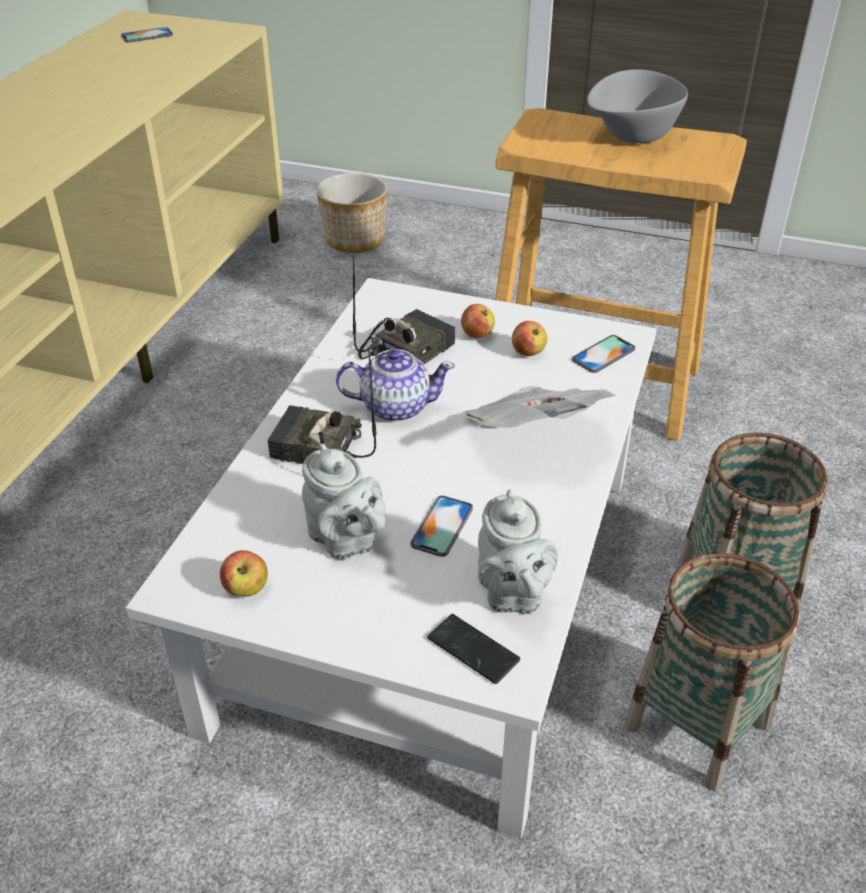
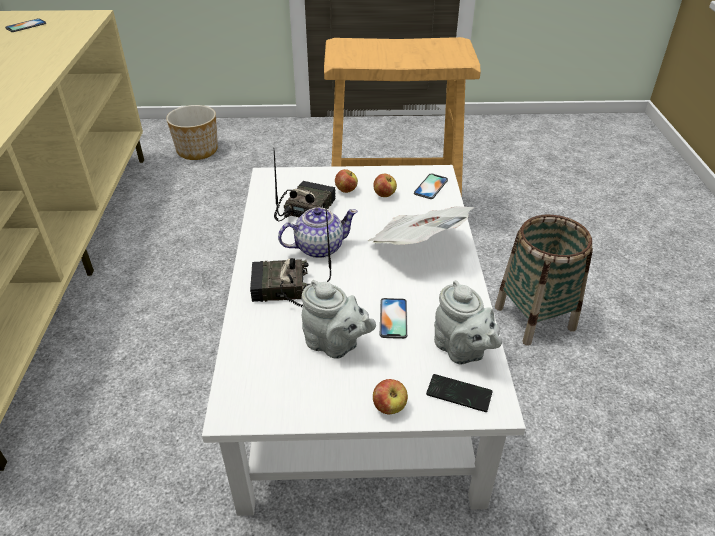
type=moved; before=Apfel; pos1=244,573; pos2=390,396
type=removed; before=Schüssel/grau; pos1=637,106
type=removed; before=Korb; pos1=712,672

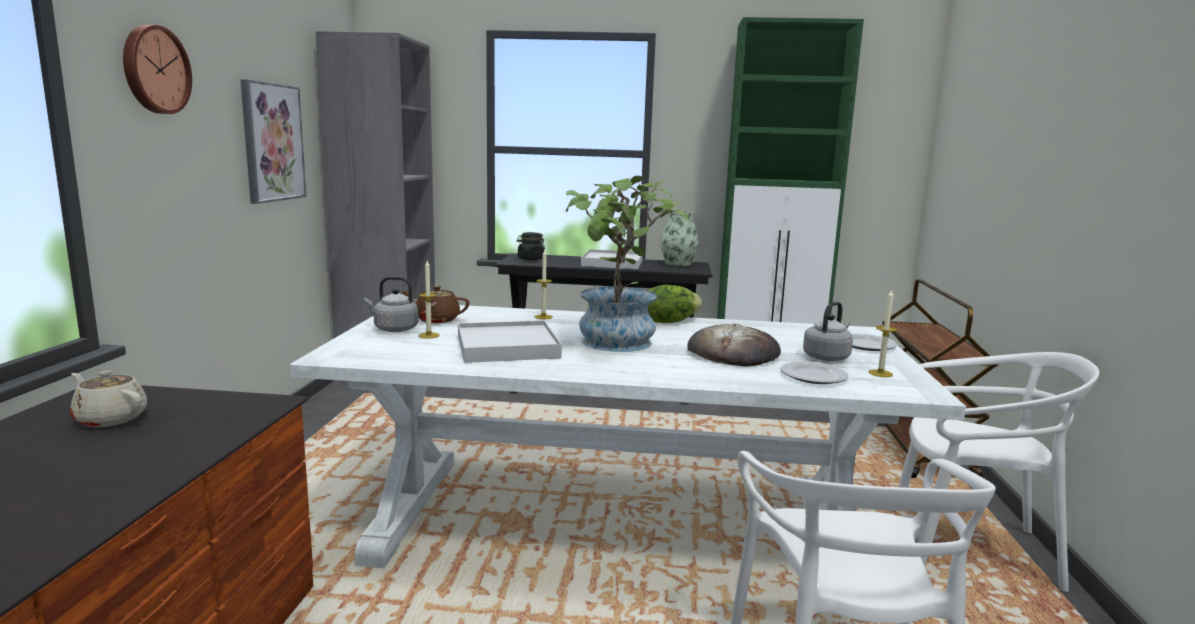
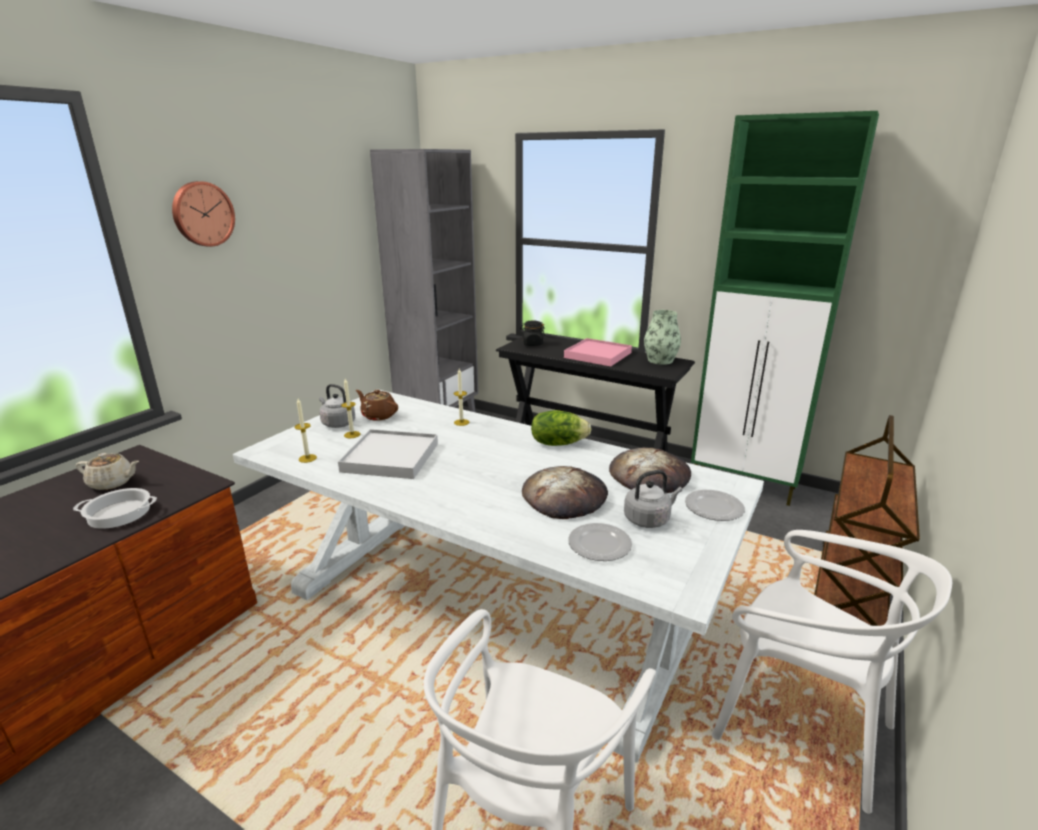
type=turned; before=Teekanne/beige; pos1=108,399; pos2=107,471; turn=135
type=removed; before=Bild; pos1=273,141
type=removed; before=Topfpflanze; pos1=627,264
type=recoloured; before=Tablett/weiß; after=Tablett/rosa; pos1=612,259; pos2=598,352
type=moved; before=Kerze; pos1=882,333; pos2=306,430
type=added; after=Kochtopf; pos2=115,508
type=added; after=Brot; pos2=650,470

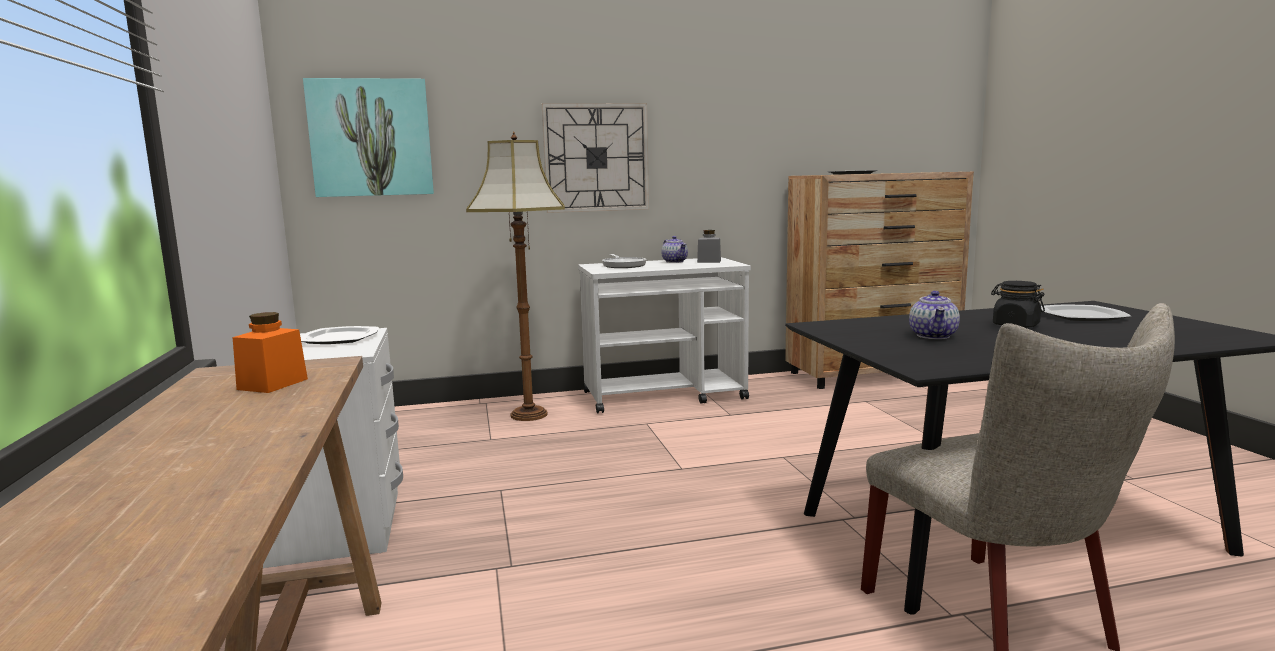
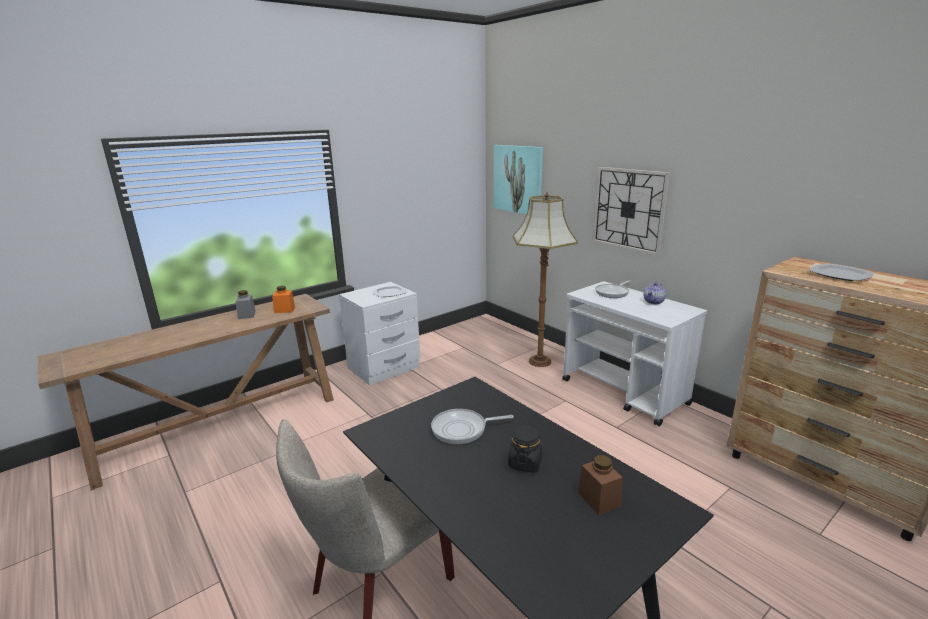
type=moved; before=Vorratsglas/grau; pos1=709,246; pos2=245,304
type=replaced; before=Teekanne; after=Pfanne; pos1=934,315; pos2=472,426
type=replaced; before=Teller; after=Vorratsglas/braun; pos1=1086,313; pos2=600,485

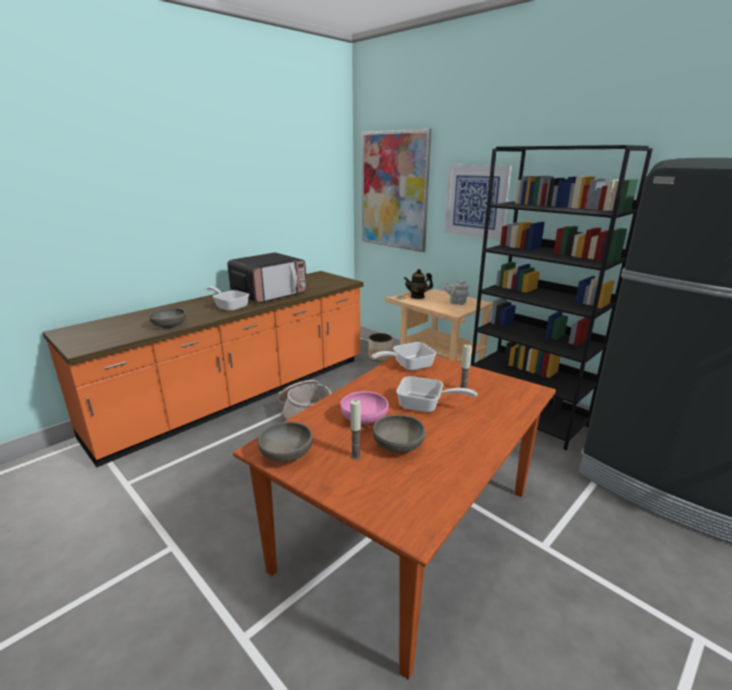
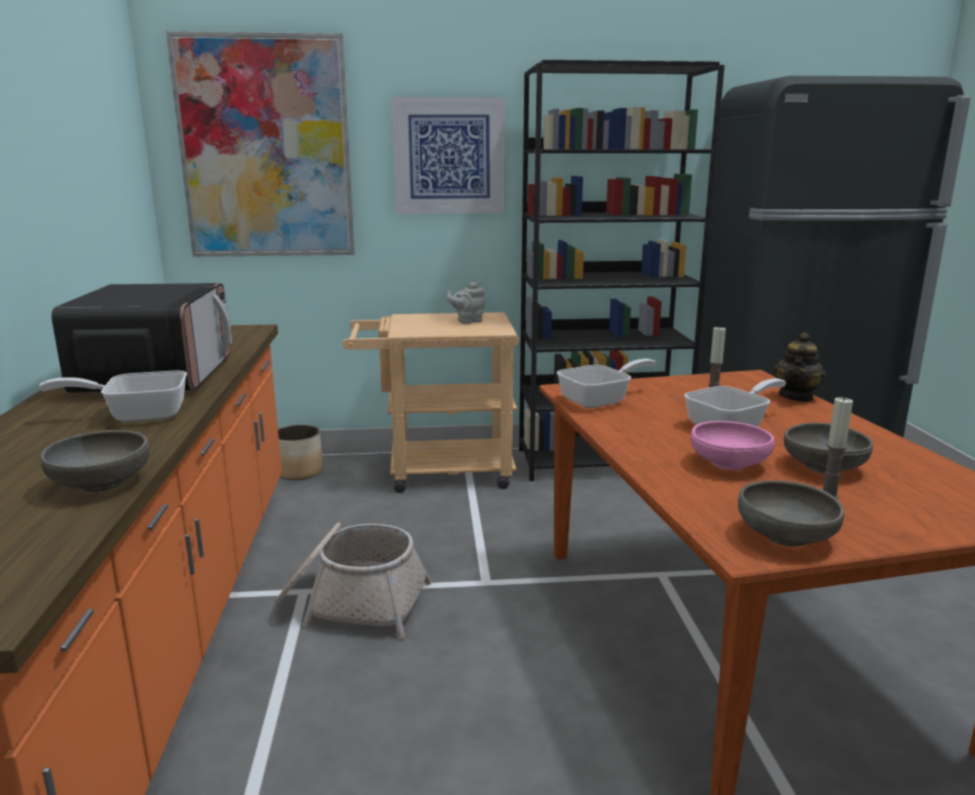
type=turned; before=Pfanne; pos1=404,356; pos2=606,383; turn=-135
type=moved; before=Teekanne; pos1=418,284; pos2=799,367

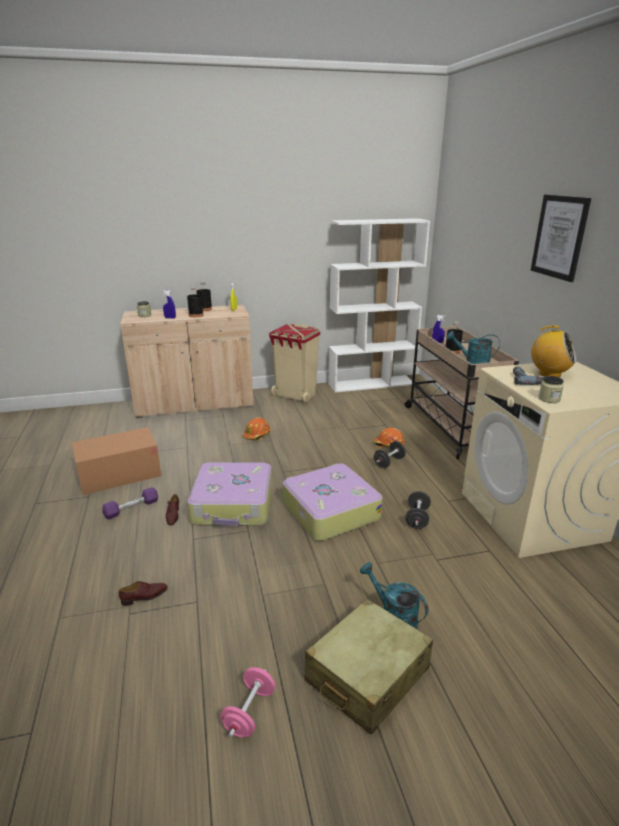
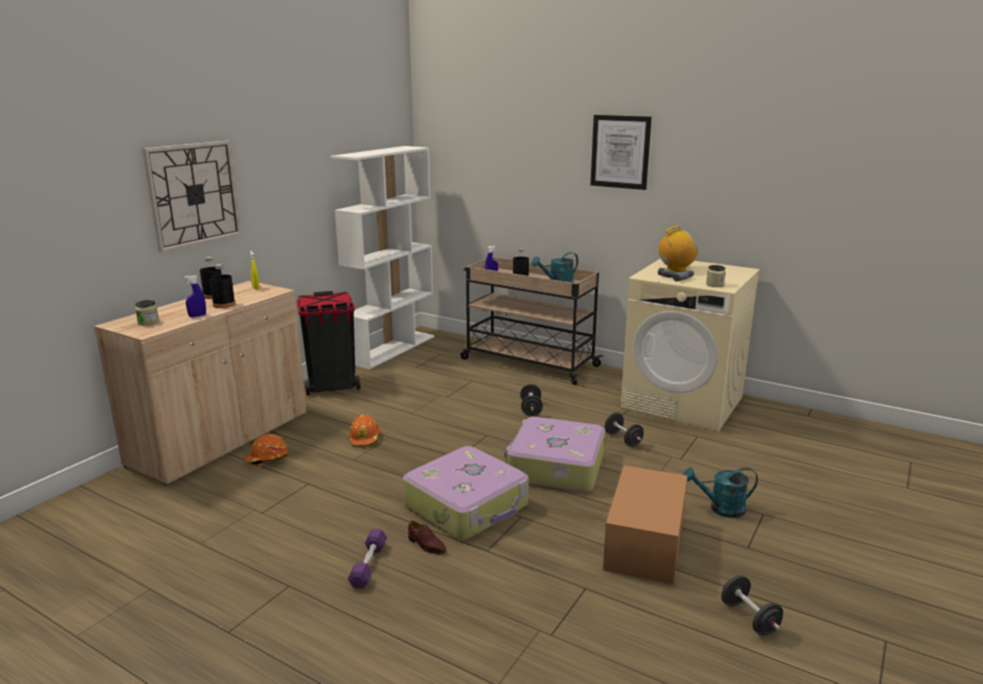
type=moved; before=Karton; pos1=117,461; pos2=645,525
type=removed; before=Schuh/braun; pos1=143,593
type=recoloured; before=Hantel/rosa; after=Hantel/schwarz; pos1=248,702; pos2=752,605
type=recoloured; before=Mülleimer/beige; after=Mülleimer/schwarz; pos1=294,363; pos2=328,343
type=removed; before=Koffer/beige; pos1=369,666
type=moved; before=Schutzhelm/orange; pos1=389,437; pos2=266,450
type=added; after=Wanduhr; pos2=192,197

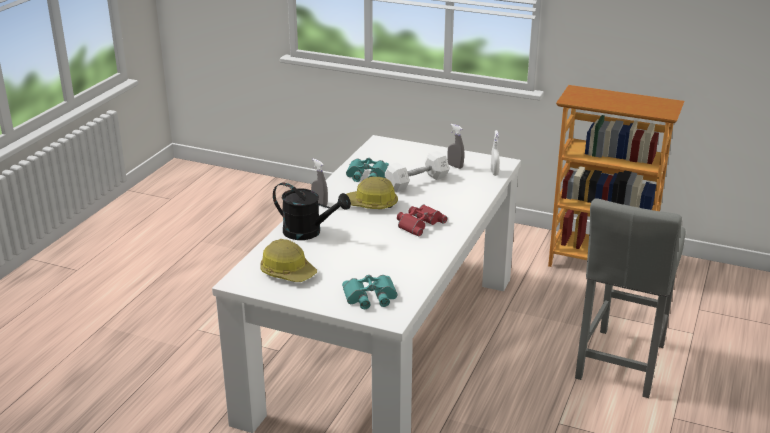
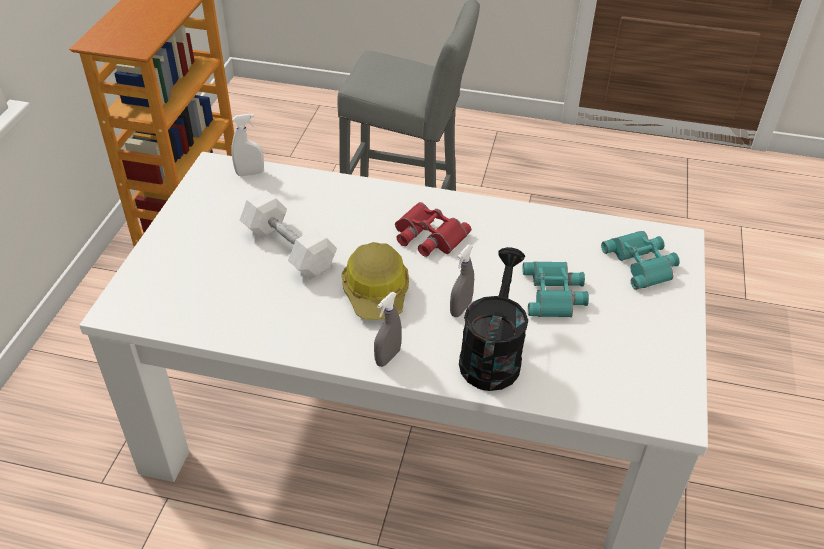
type=removed; before=Schutzhelm; pos1=288,260
type=moved; before=Fernglas/türkis; pos1=367,170; pos2=555,289
type=moved; before=Sprühflasche/grau; pos1=455,146; pos2=462,280

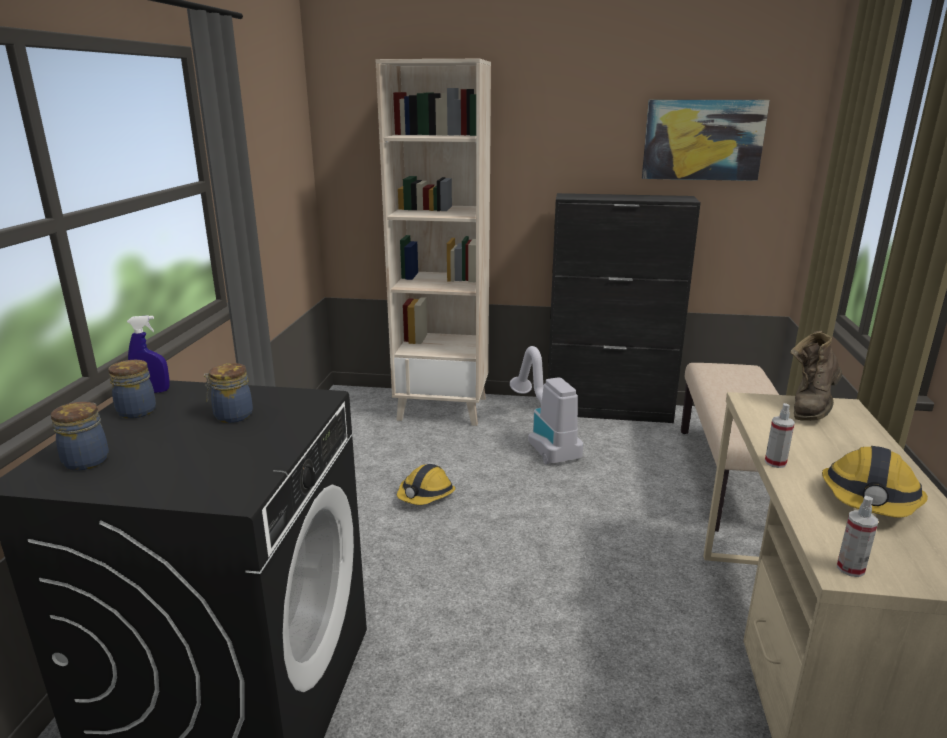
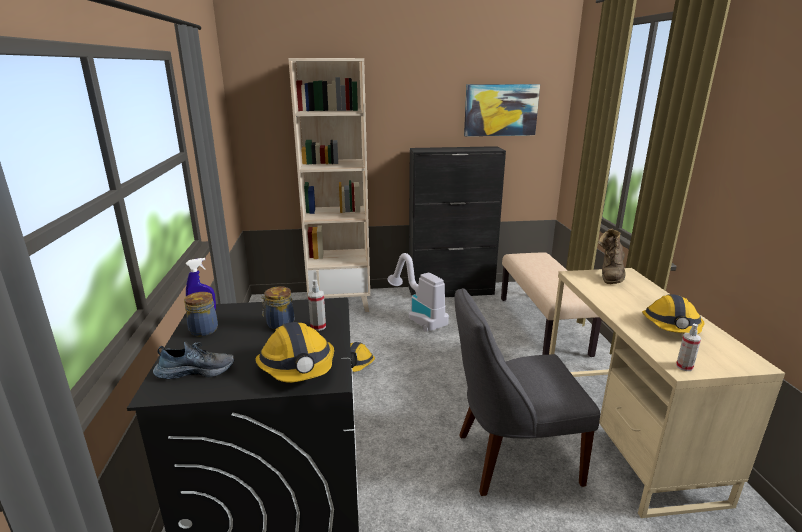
type=replaced; before=Vorratsglas; after=Schuh; pos1=80,436; pos2=194,360
type=moved; before=Sprühflasche; pos1=780,435; pos2=317,305
type=added; after=Schutzhelm; pos2=294,352
type=added; after=Stuhl/grau; pos2=527,392

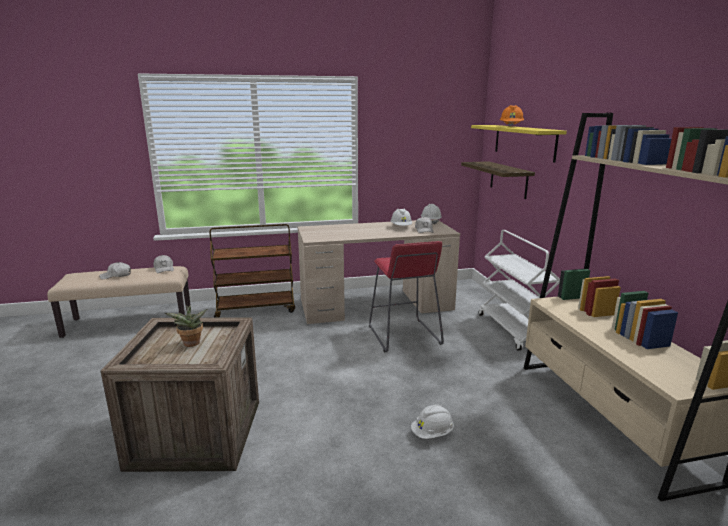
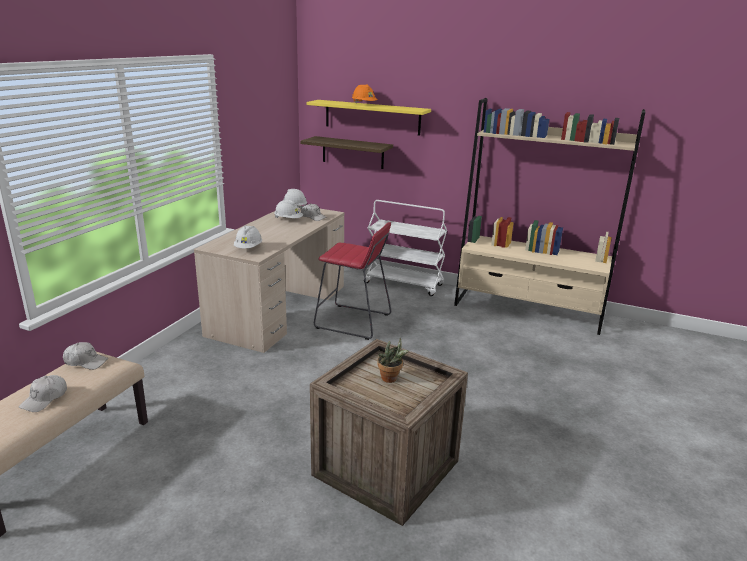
type=removed; before=Rollwagen/braun; pos1=252,271
type=moved; before=Schutzhelm/weiß; pos1=432,421; pos2=248,236

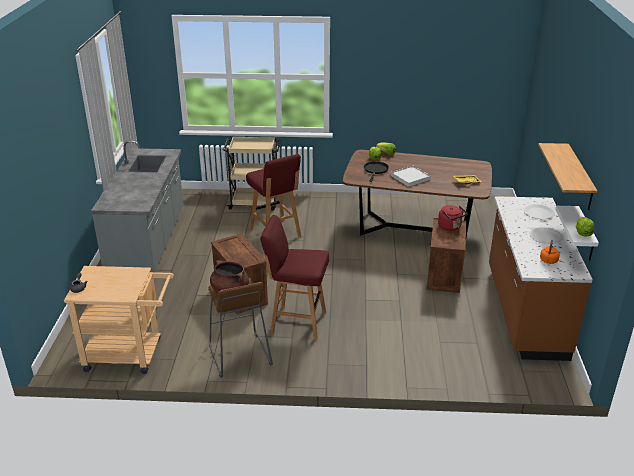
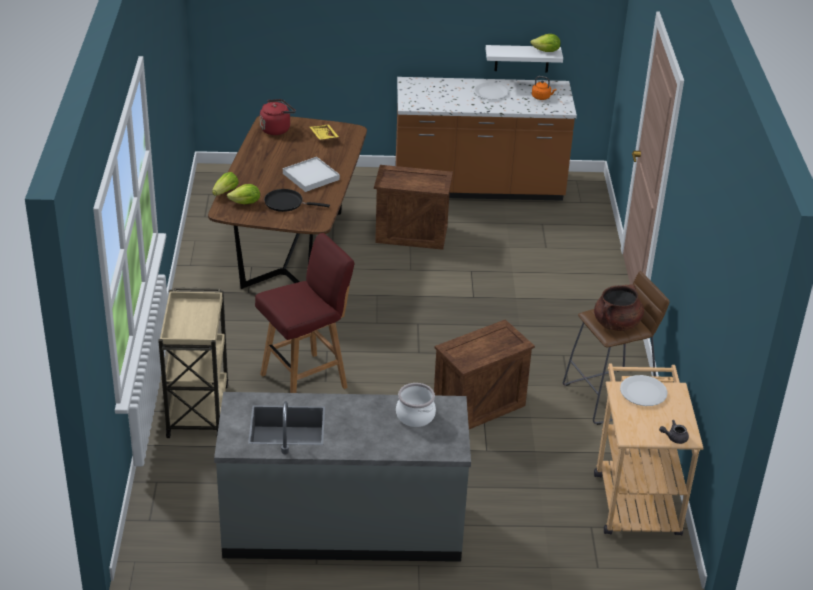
type=removed; before=Hocker/rot; pos1=294,278
type=moved; before=Wasserkessel/rot; pos1=453,218; pos2=278,117
type=moved; before=Teller/weiß; pos1=539,211; pos2=644,390
type=removed; before=Wandregal; pos1=567,176
type=added; after=Kochtopf; pos2=416,405

